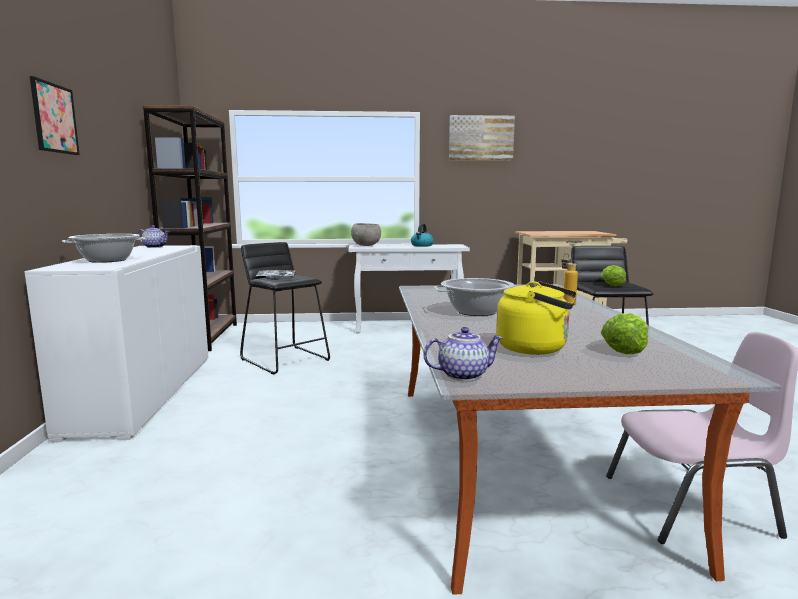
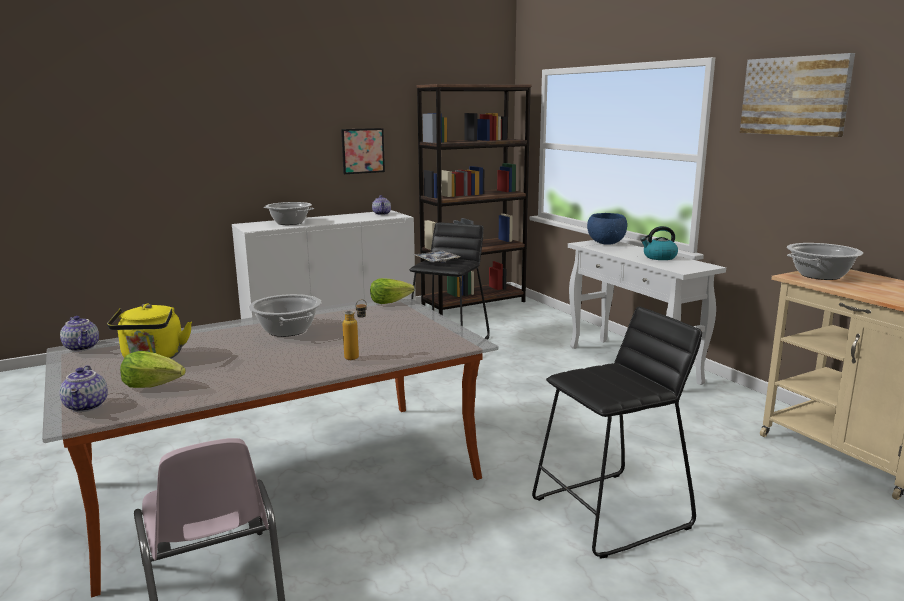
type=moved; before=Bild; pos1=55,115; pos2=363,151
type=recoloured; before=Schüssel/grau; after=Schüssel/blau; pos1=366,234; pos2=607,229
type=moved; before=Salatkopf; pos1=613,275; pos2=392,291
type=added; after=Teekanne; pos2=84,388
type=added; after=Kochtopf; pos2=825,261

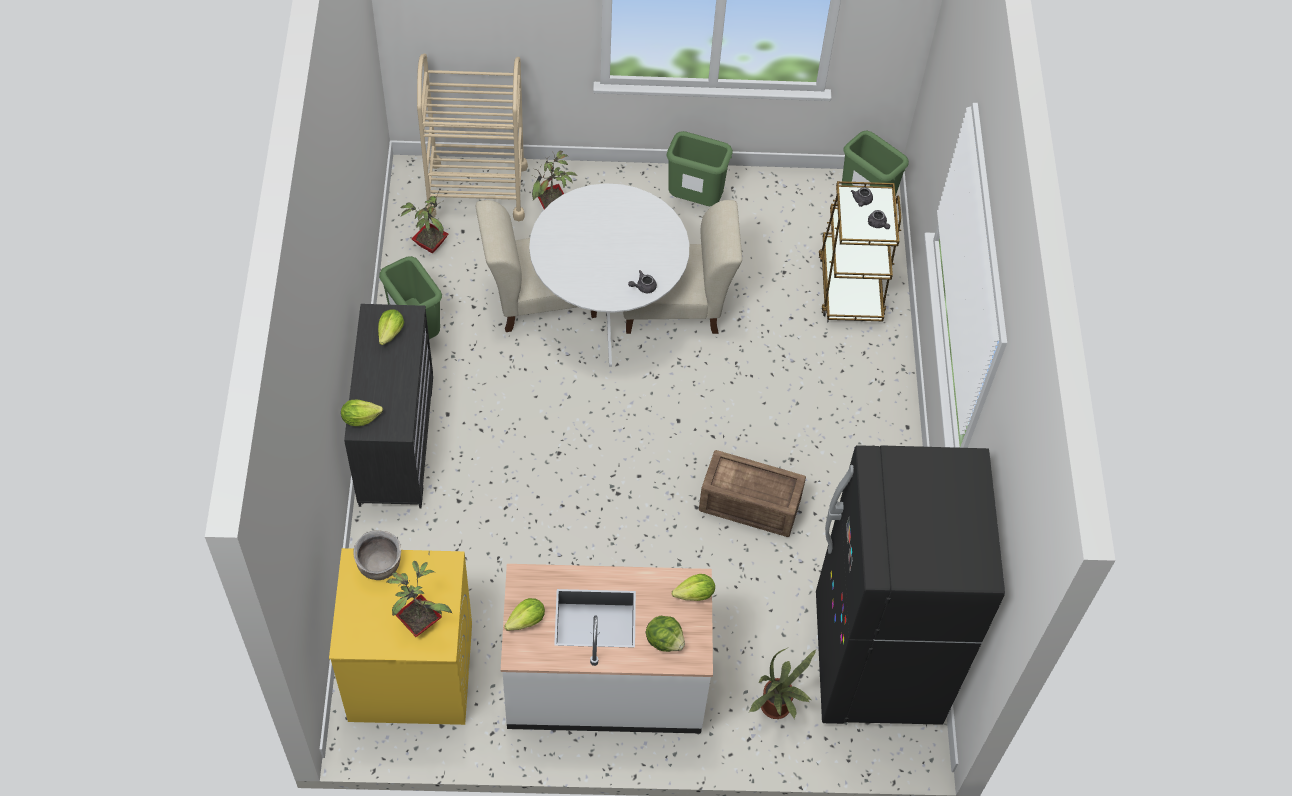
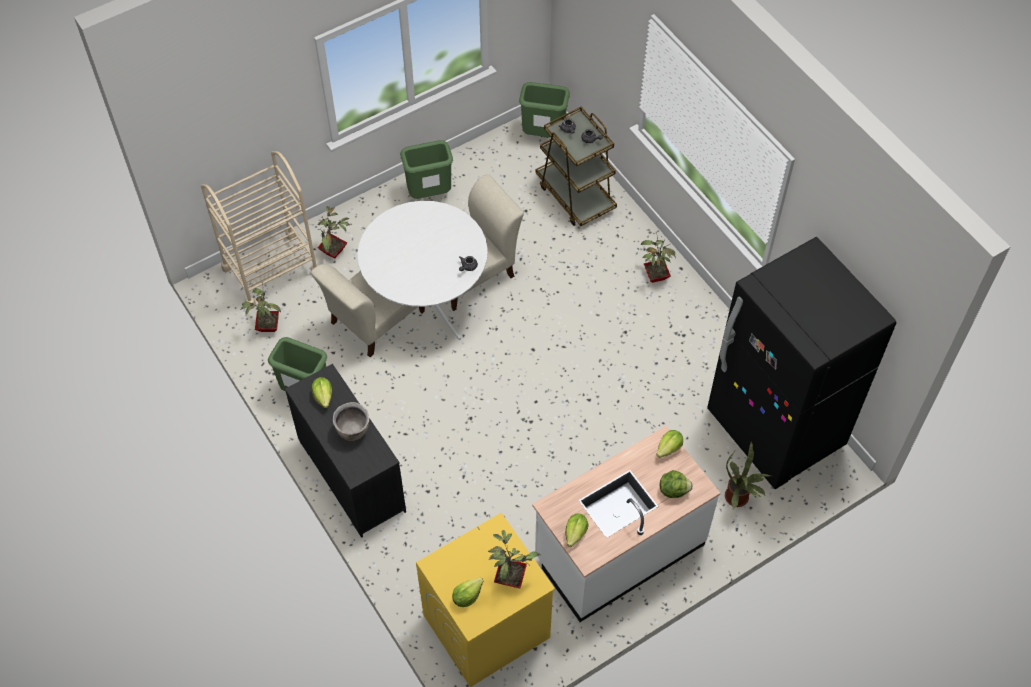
type=moved; before=Salatkopf; pos1=362,413; pos2=468,592
type=moved; before=Kochtopf/braun; pos1=377,555; pos2=351,421
type=removed; before=Kiste; pos1=752,493
type=added; after=Topfpflanze; pos2=658,257

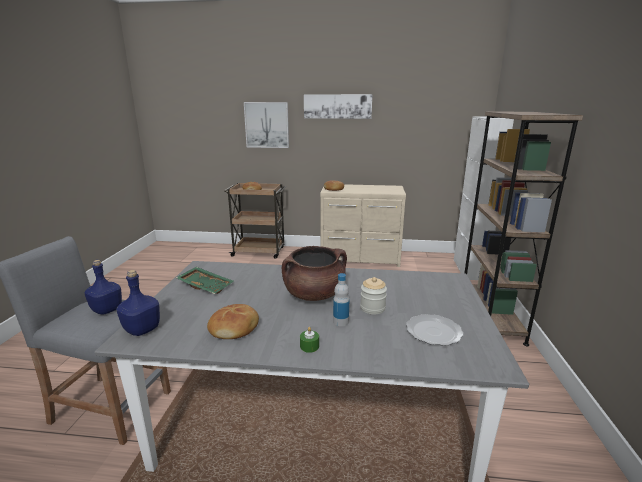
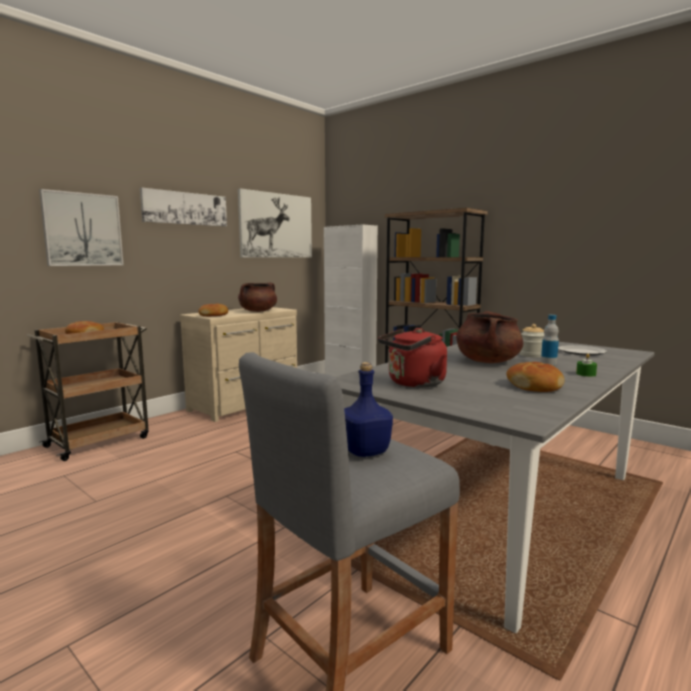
type=removed; before=Flasche/blau; pos1=138,303
type=replaced; before=Tablett/grün; after=Wasserkessel/rot; pos1=204,280; pos2=412,358
type=added; after=Bild; pos2=275,222
type=added; after=Kochtopf/braun; pos2=257,297

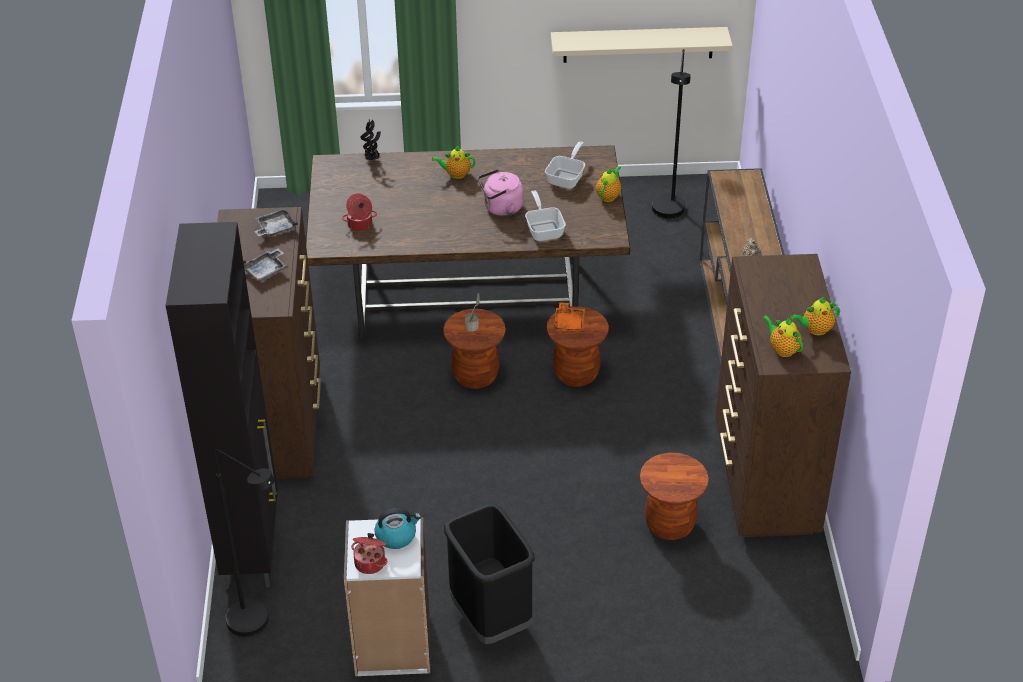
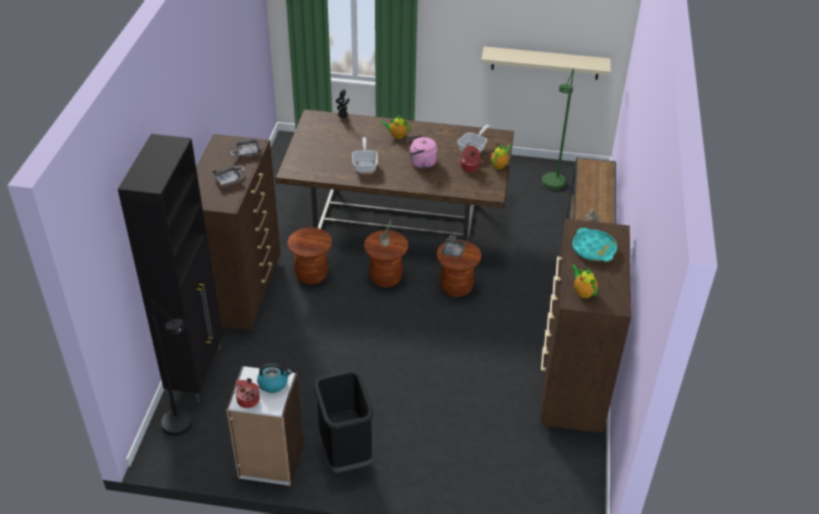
type=moved; before=Kochtopf; pos1=359,212; pos2=470,159
type=moved; before=Pfanne; pos1=545,216; pos2=365,154
type=recoloured; before=Tablett/orange; after=Tablett/grau; pos1=569,317; pos2=454,246
type=moved; before=Hocker/braun; pos1=674,496; pos2=310,255
type=recoloured; before=Stehlampe/schwarz; after=Stehlampe/grün; pos1=671,134; pos2=558,129
type=removed; before=Teekanne; pos1=815,316
type=added; after=Tablett/türkis; pos2=594,244

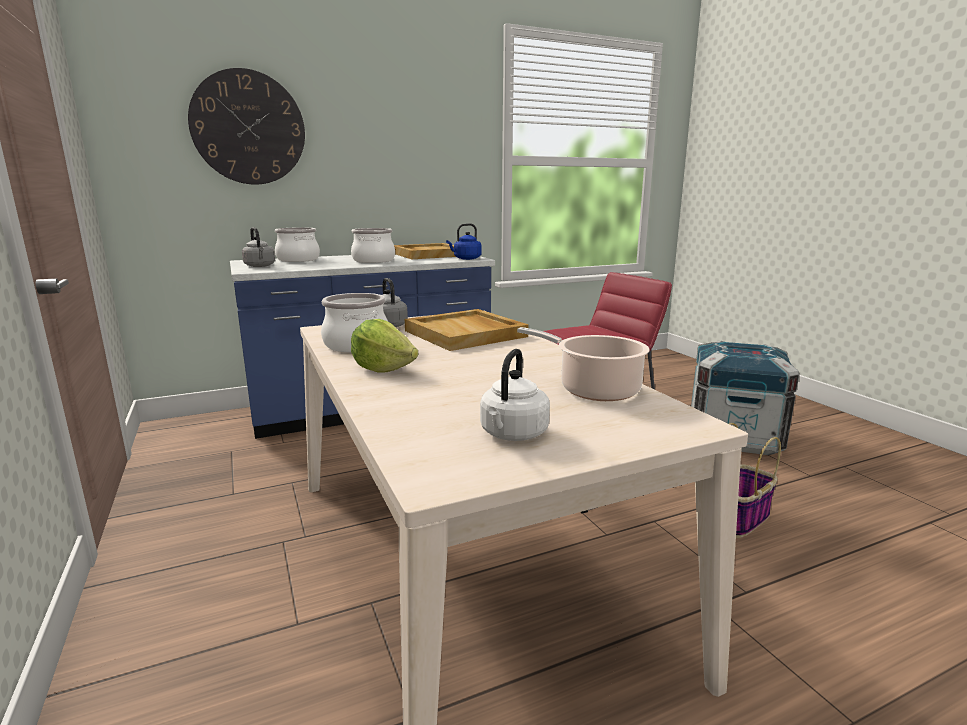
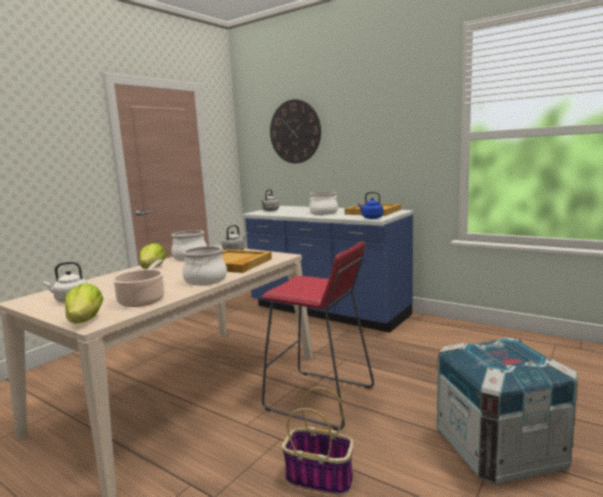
type=moved; before=Kochtopf; pos1=297,244; pos2=204,265
type=added; after=Salatkopf; pos2=84,304

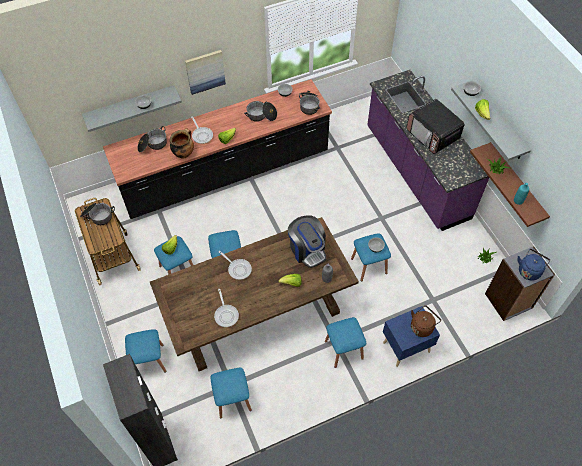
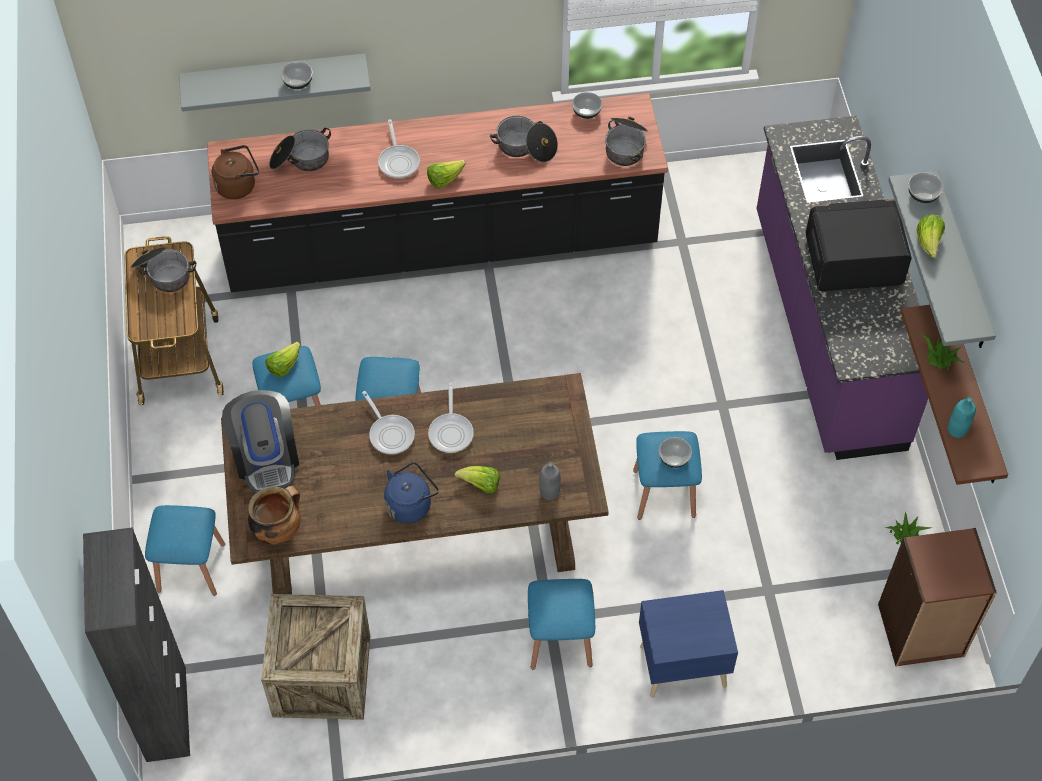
type=moved; before=Kochtopf; pos1=182,143; pos2=274,515
type=removed; before=Bild; pos1=205,72
type=replaced; before=Hocker/blau; after=Kiste; pos1=231,393; pos2=315,657
type=moved; before=Pfanne; pos1=226,308; pos2=451,418
type=moved; before=Kaffeemaschine; pos1=307,242; pos2=260,442
type=turned; before=Mikrowelle; pos1=435,126; pos2=858,245; turn=105
type=moved; before=Wasserkessel/braun; pos1=426,321; pos2=235,172
type=recoloured; before=Bücherregal/grau; after=Bücherregal/braun; pos1=520,283; pos2=937,597
type=moved; before=Wasserkessel/blau; pos1=533,265; pos2=411,493

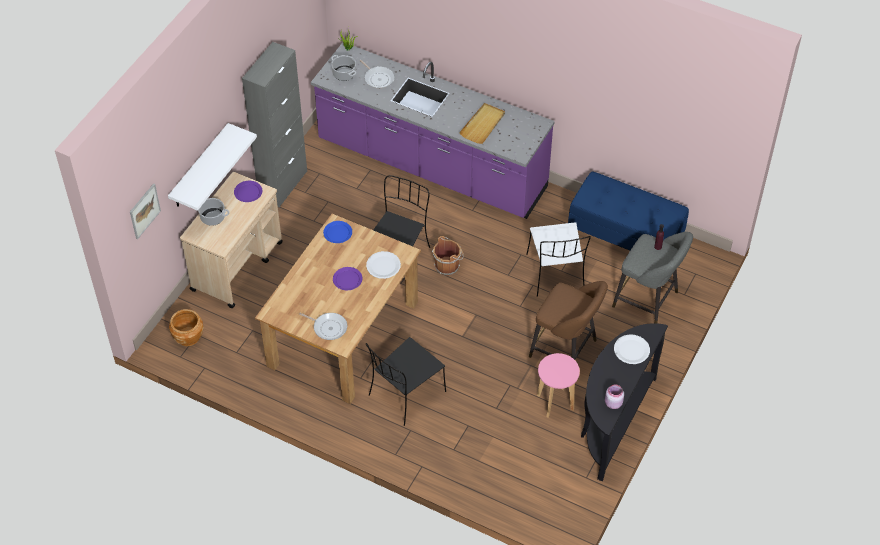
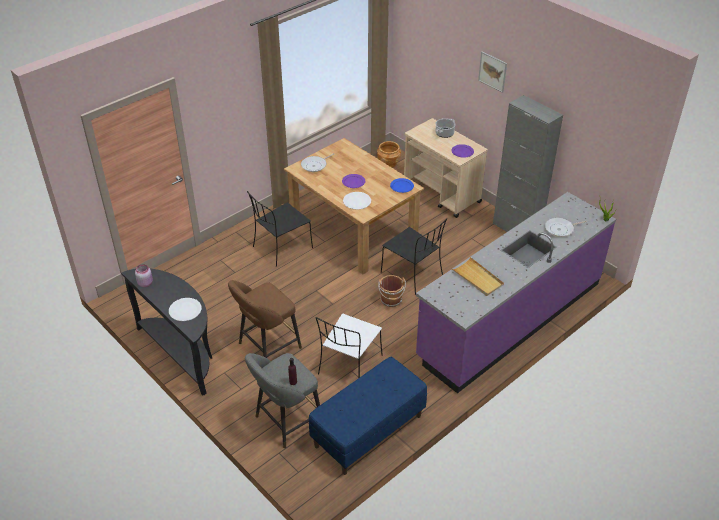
type=moved; before=Bild; pos1=145,211; pos2=492,72
type=removed; before=Wandregal/weiß; pos1=212,167
type=removed; before=Kochtopf; pos1=343,68
type=turned; before=Stuhl/schwarz; pos1=406,381; pos2=280,229; turn=-105
type=turned; before=Stuhl/weiß; pos1=558,259; pos2=349,345; turn=-75
type=removed; before=Hocker/rosa; pos1=558,385

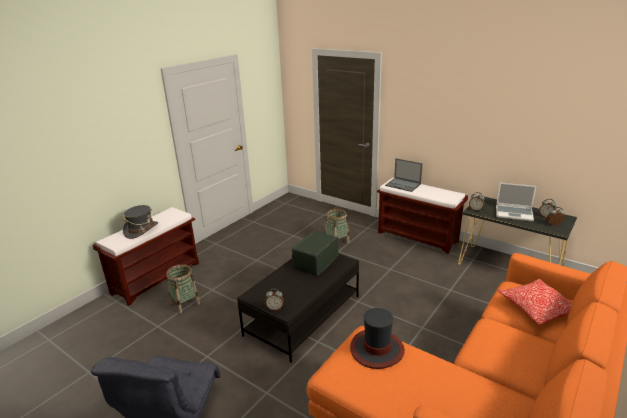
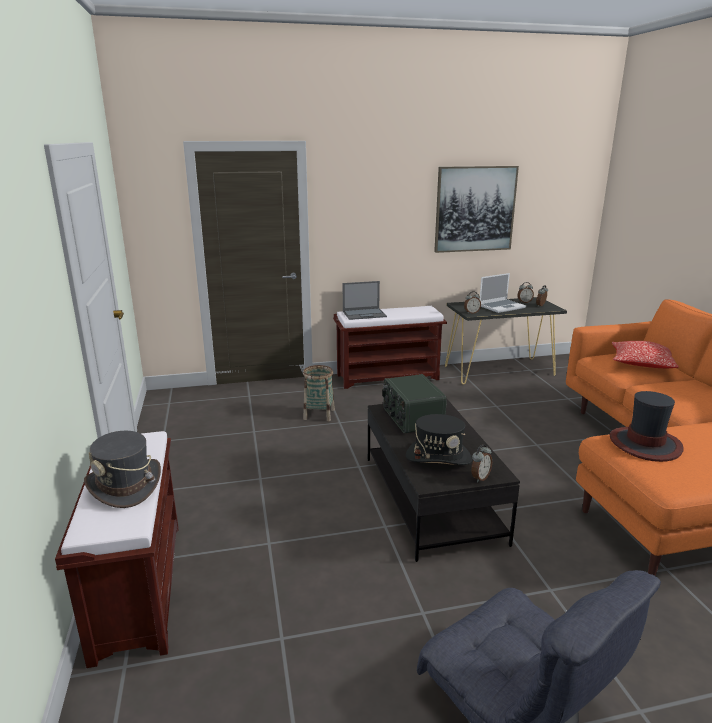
type=removed; before=Korb; pos1=183,288
type=added; after=Hut/schwarz; pos2=439,439
type=added; after=Bild; pos2=476,209

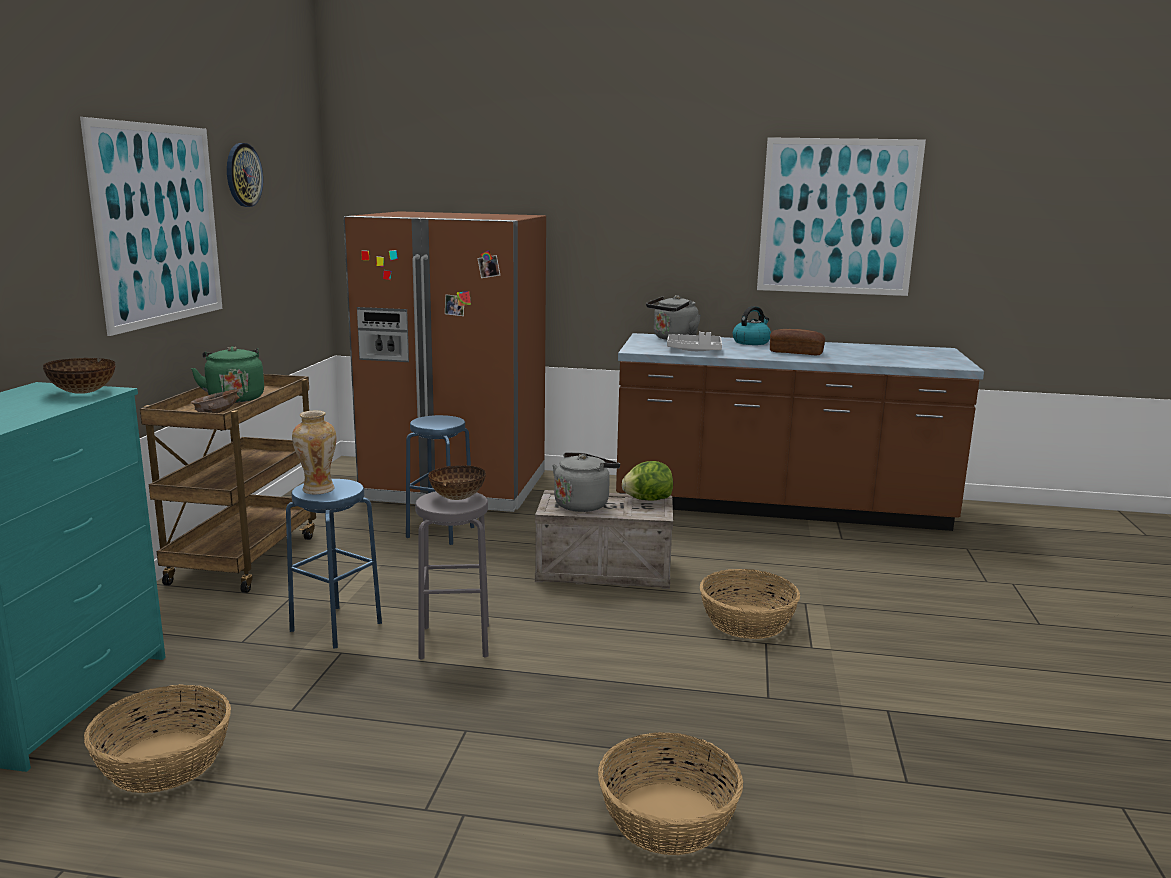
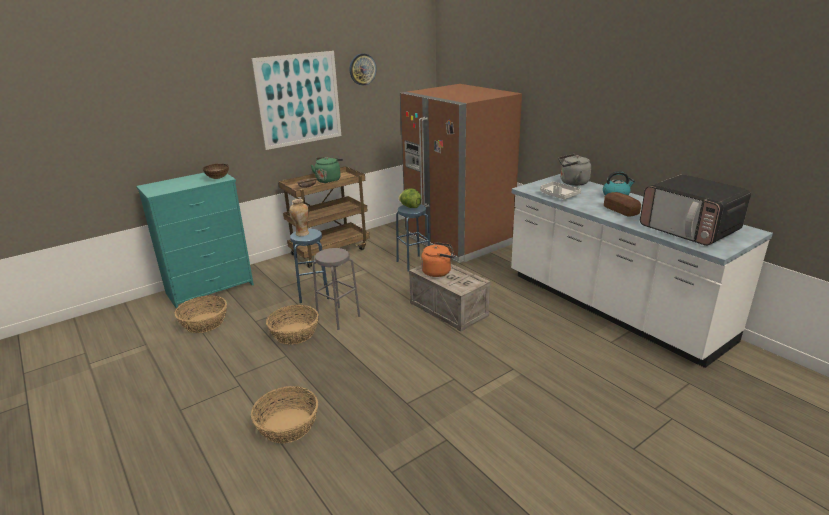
type=removed; before=Schüssel; pos1=457,482
type=recoloured; before=Wasserkessel/grau; after=Wasserkessel/orange; pos1=586,482; pos2=438,259
type=recoloured; before=Küchenzeile/braun; after=Küchenzeile/weiß; pos1=800,432; pos2=642,271
type=moved; before=Salatkopf; pos1=647,481; pos2=410,198
type=moved; before=Korb; pos1=750,604; pos2=292,324
type=removed; before=Bild; pos1=841,216
type=added; after=Mikrowelle; pos2=695,210

